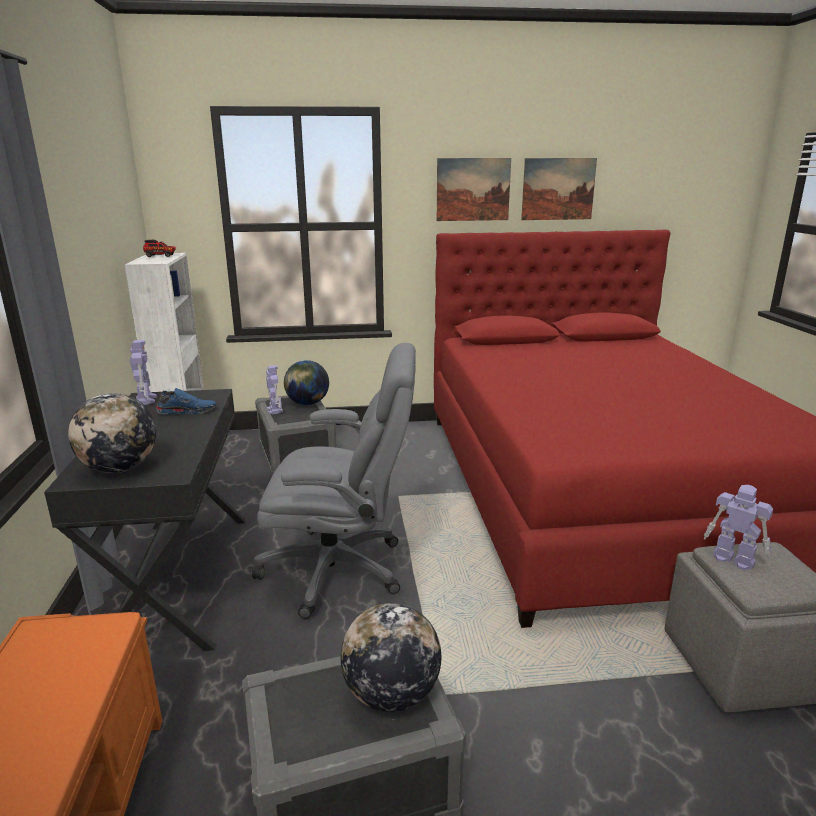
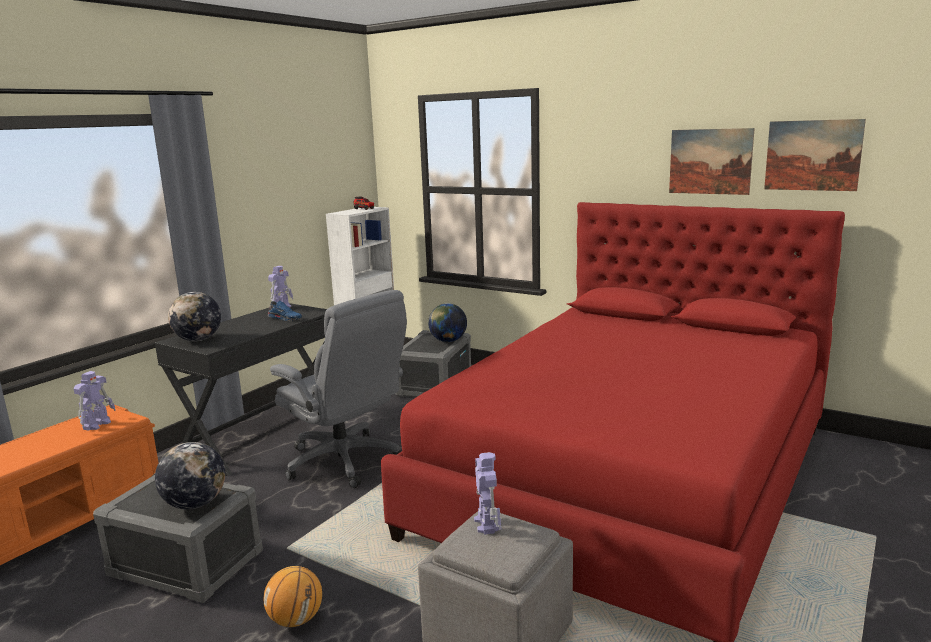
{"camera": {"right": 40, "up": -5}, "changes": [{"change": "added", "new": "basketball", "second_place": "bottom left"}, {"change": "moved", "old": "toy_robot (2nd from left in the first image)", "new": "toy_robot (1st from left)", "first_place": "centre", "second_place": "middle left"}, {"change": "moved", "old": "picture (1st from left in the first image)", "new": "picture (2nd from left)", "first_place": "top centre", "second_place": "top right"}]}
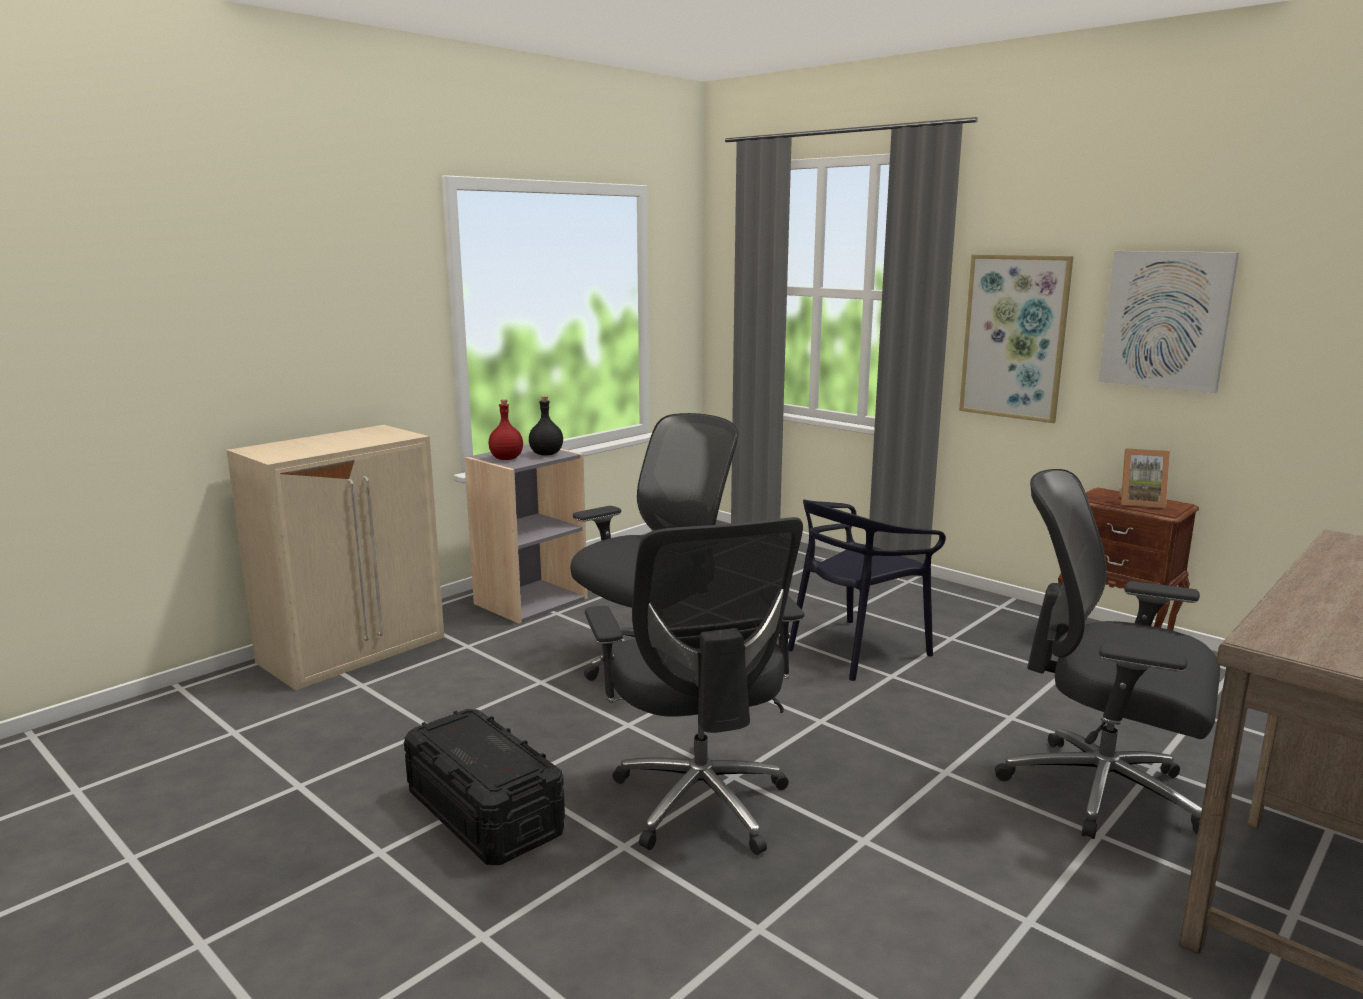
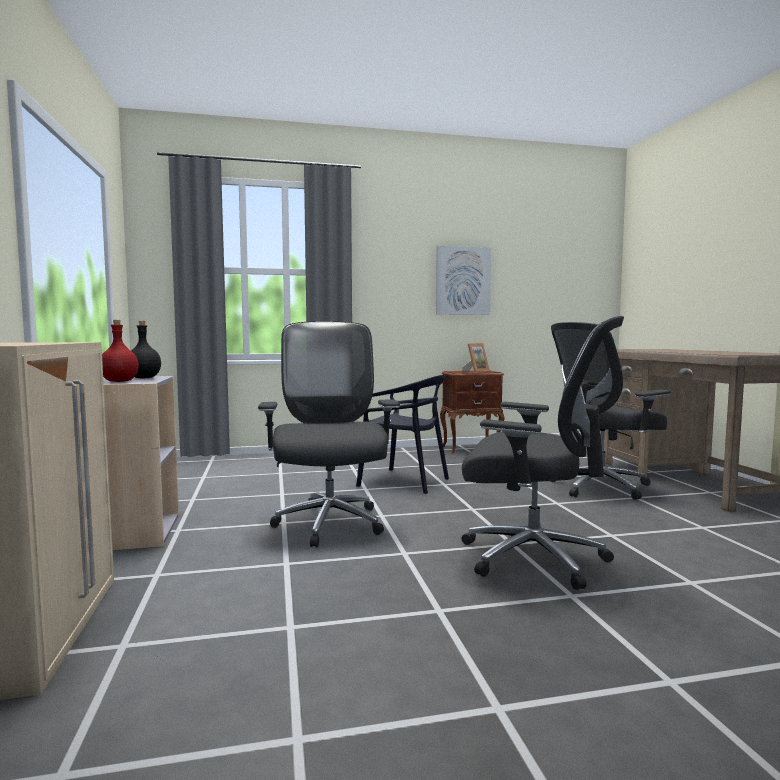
{"camera": {"right": -55, "up": -10}, "changes": [{"change": "removed", "old": "black_storage_box", "first_place": "bottom centre"}, {"change": "removed", "old": "picture (1st from left)", "first_place": "middle right"}, {"change": "turned", "old": "black_chair", "first_place": "centre", "second_place": "centre", "degrees": -60}]}
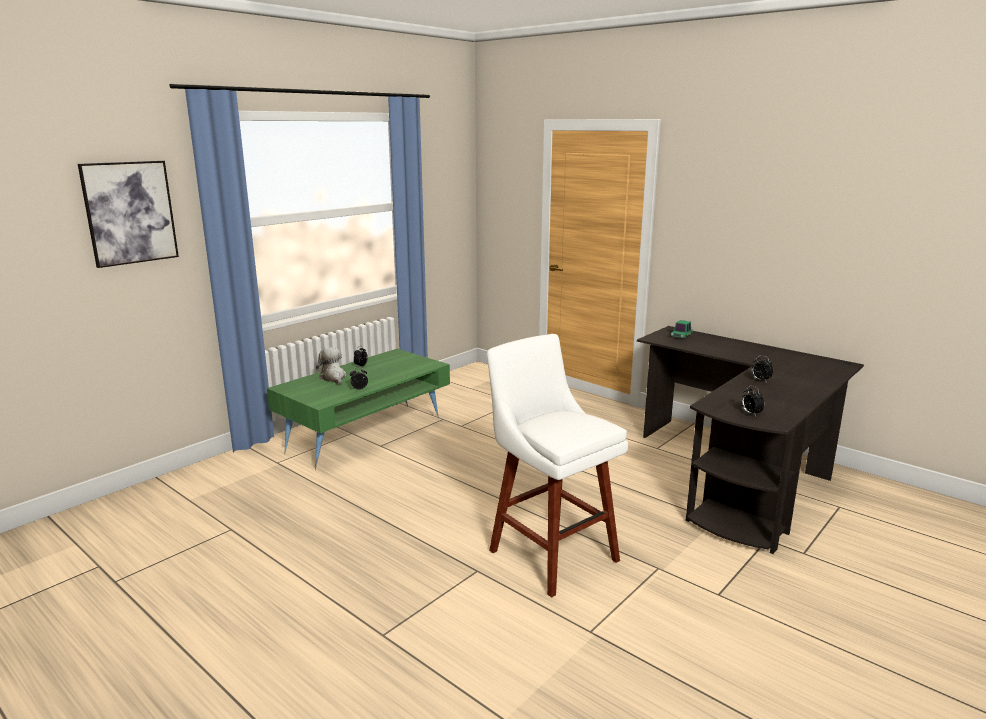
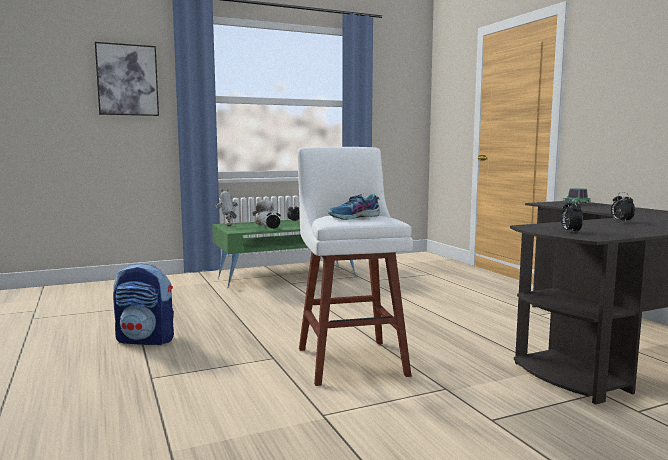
{"camera": {"right": 25, "up": -10}, "changes": [{"change": "added", "new": "backpack", "second_place": "middle left"}, {"change": "added", "new": "toy_robot", "second_place": "centre"}, {"change": "added", "new": "shoe", "second_place": "centre"}]}
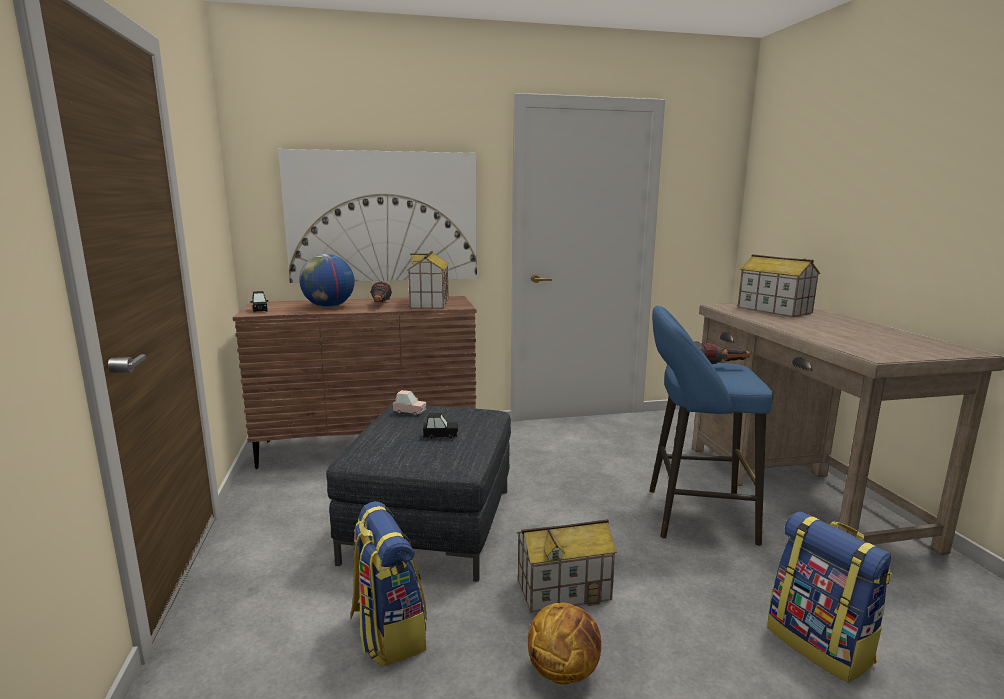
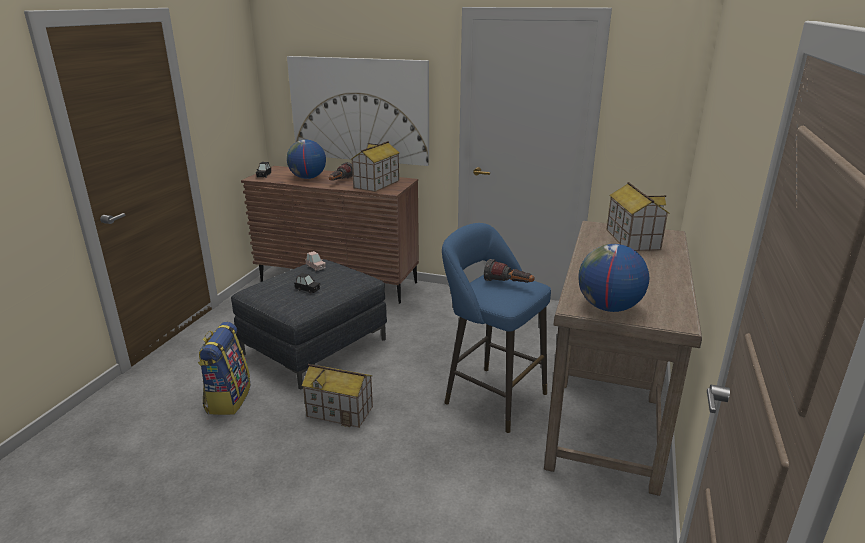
{"camera": {"right": 30, "up": 10}, "changes": [{"change": "removed", "old": "basketball", "first_place": "bottom centre"}, {"change": "removed", "old": "backpack (2nd from left)", "first_place": "bottom right"}, {"change": "added", "new": "globe (2nd from left)", "second_place": "middle right"}]}
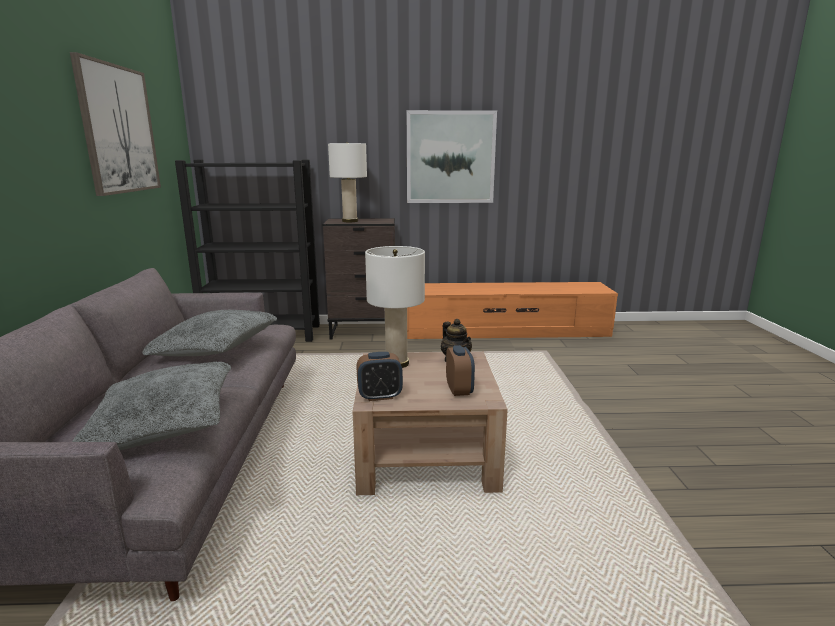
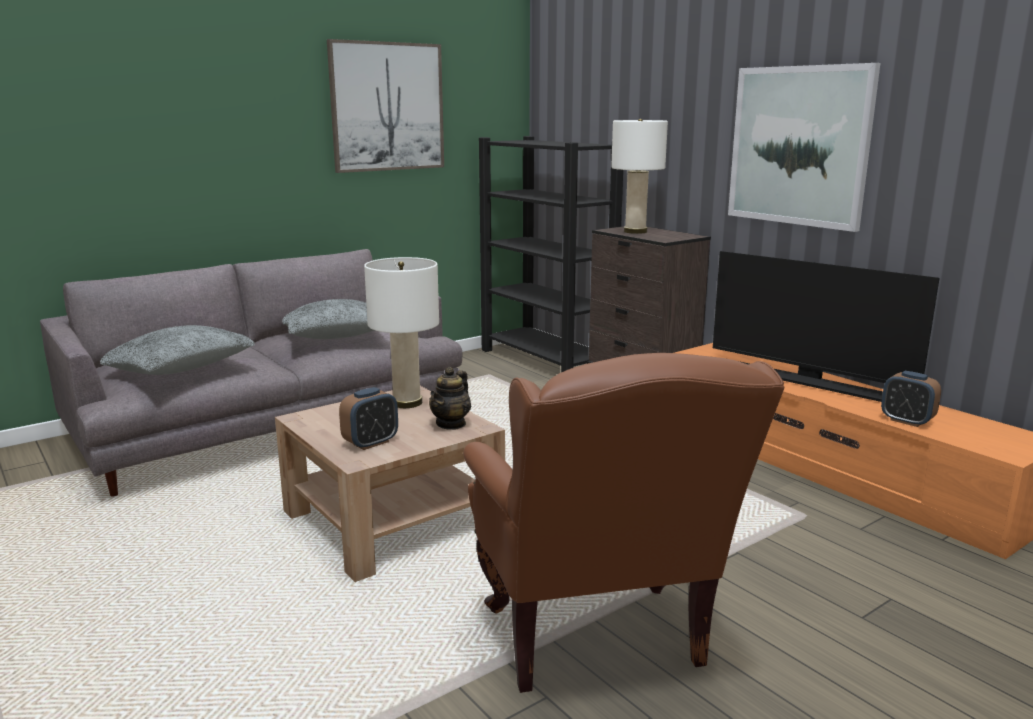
{"camera": {"right": 55, "up": 0}, "changes": [{"change": "added", "new": "brown_armchair", "second_place": "bottom centre"}, {"change": "added", "new": "television", "second_place": "middle right"}, {"change": "moved", "old": "alarm_clock (1st from left in the first image)", "new": "alarm_clock (2nd from left)", "first_place": "centre", "second_place": "middle right"}]}
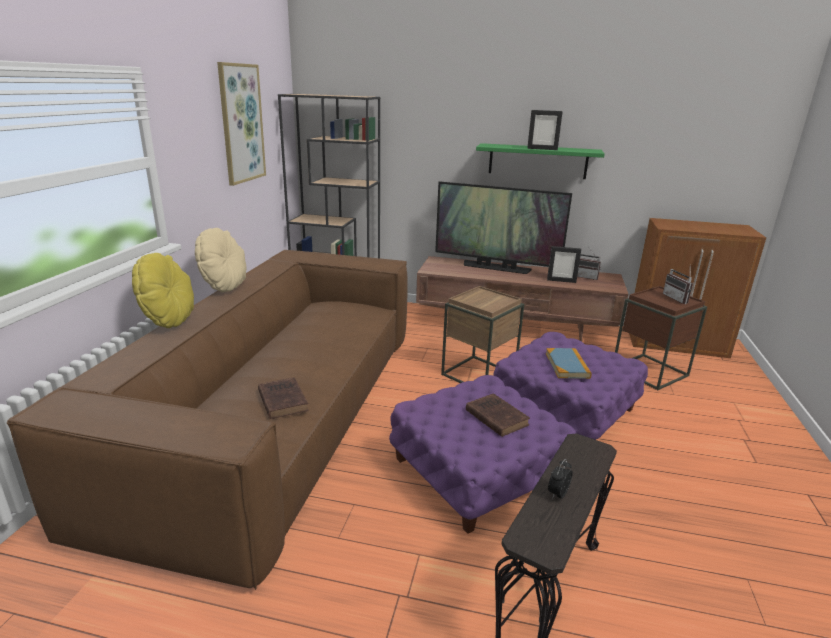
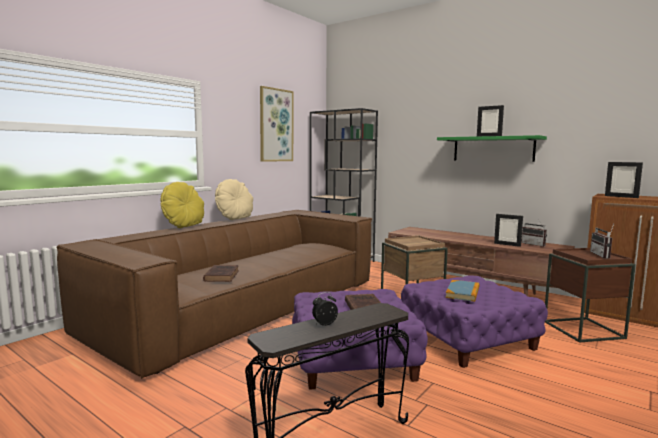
{"camera": {"right": 25, "up": -15}, "changes": [{"change": "removed", "old": "television", "first_place": "centre"}, {"change": "added", "new": "picture_frame (3rd from left)", "second_place": "middle right"}]}
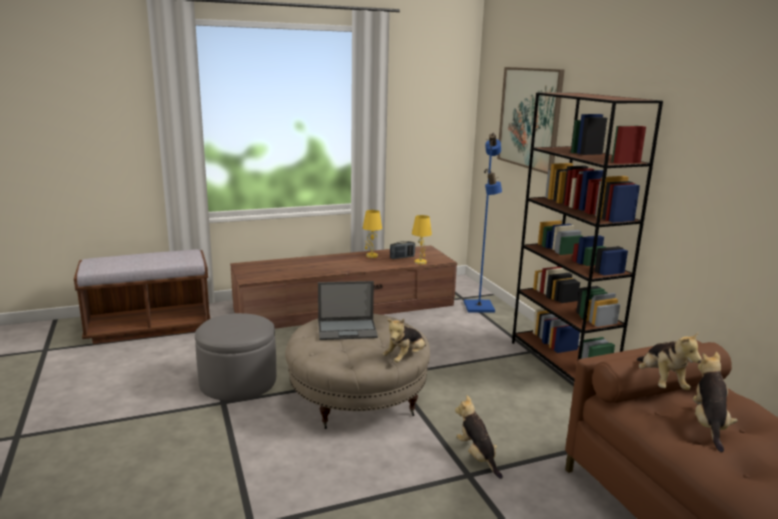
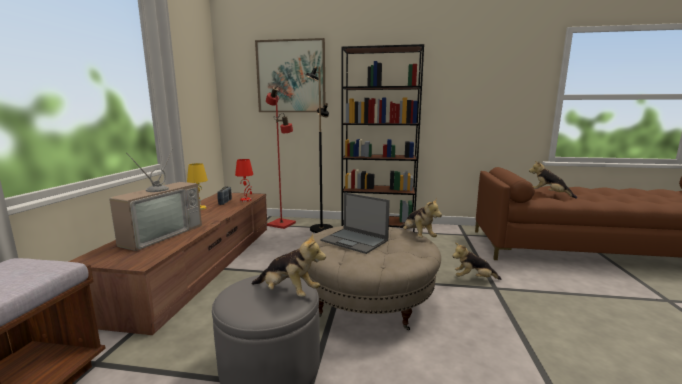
{"camera": {"right": -60, "up": -5}, "changes": [{"change": "added", "new": "television", "second_place": "middle left"}, {"change": "added", "new": "black_floor_lamp", "second_place": "centre"}, {"change": "moved", "old": "plush_toy (3rd from left in the first image)", "new": "plush_toy (1st from left)", "first_place": "bottom right", "second_place": "bottom centre"}, {"change": "recoloured", "old": "yellow_table_lamp (2nd from left)", "new": "red_table_lamp", "first_place": "centre", "second_place": "centre"}, {"change": "recoloured", "old": "blue_floor_lamp", "new": "red_floor_lamp", "first_place": "centre", "second_place": "centre"}, {"change": "turned", "old": "laptop", "first_place": "centre", "second_place": "centre", "degrees": 105}]}
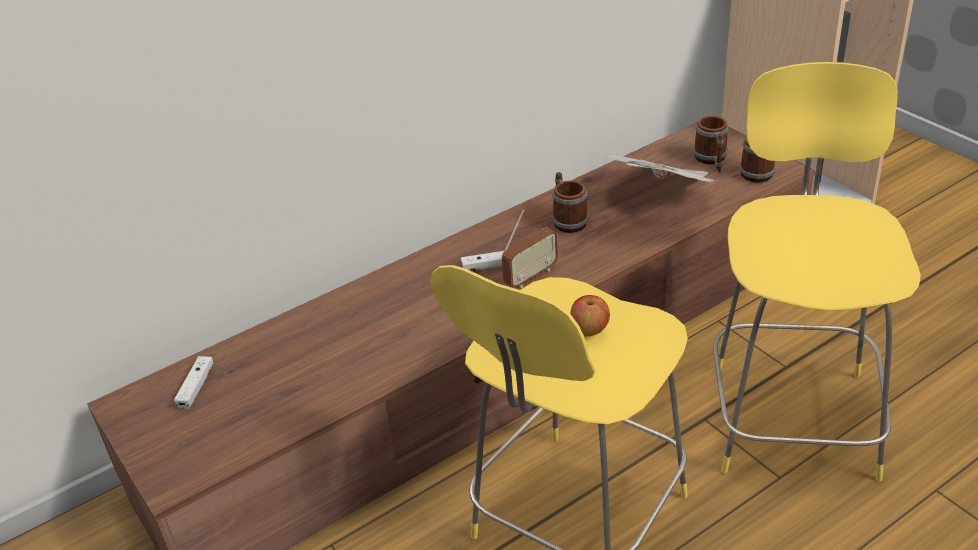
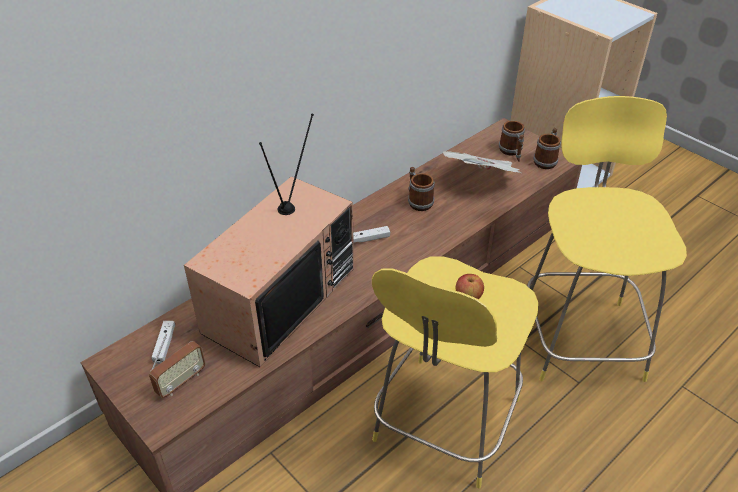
{"camera": {"right": -10, "up": 5}, "changes": [{"change": "added", "new": "television", "second_place": "centre"}, {"change": "moved", "old": "radio", "first_place": "centre", "second_place": "bottom left"}]}
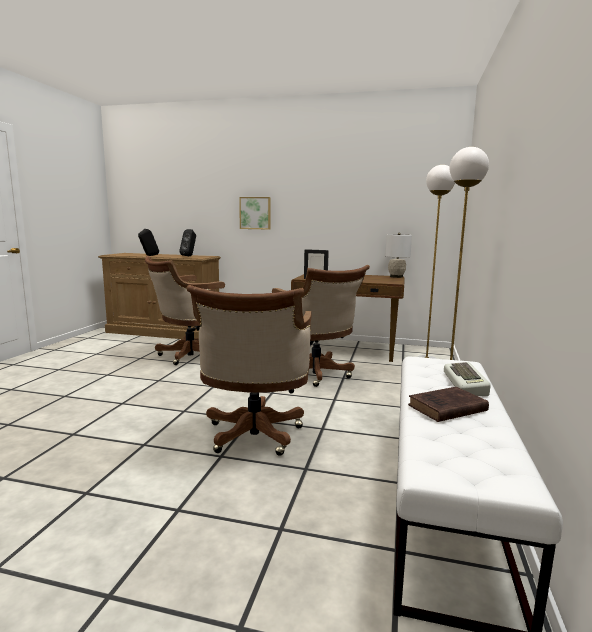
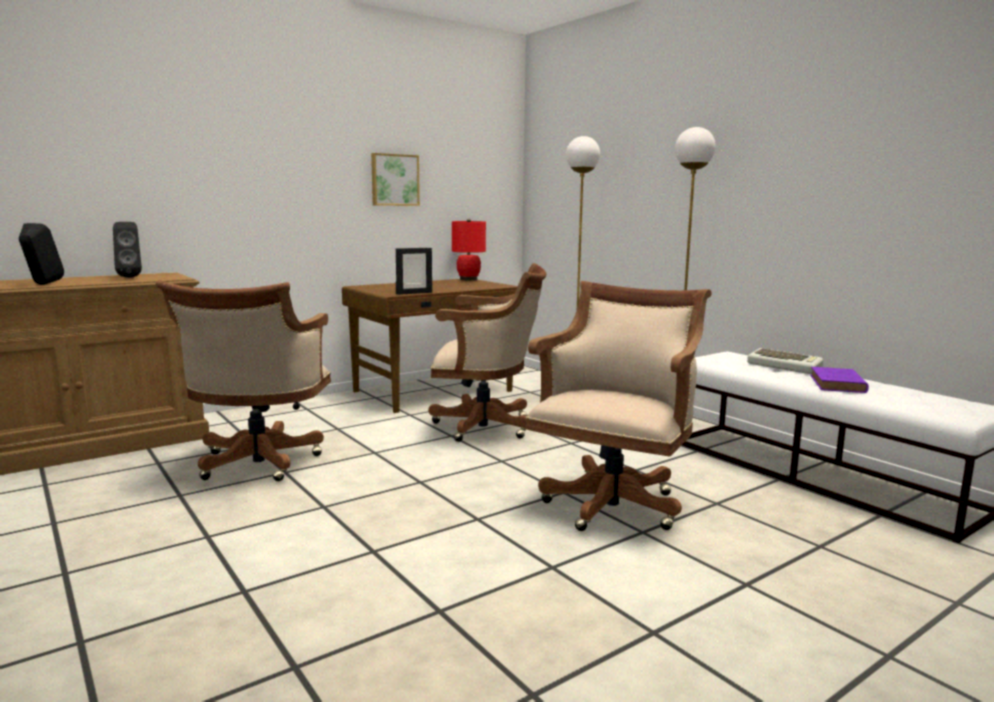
{"camera": {"right": -50, "up": 0}, "changes": [{"change": "moved", "old": "picture", "first_place": "centre", "second_place": "top centre"}, {"change": "recoloured", "old": "white_table_lamp", "new": "red_table_lamp", "first_place": "middle right", "second_place": "centre"}, {"change": "recoloured", "old": "brown_book", "new": "purple_book", "first_place": "middle right", "second_place": "middle right"}, {"change": "turned", "old": "office_chair (2nd from left in the first image)", "first_place": "centre", "second_place": "centre", "degrees": -105}]}
